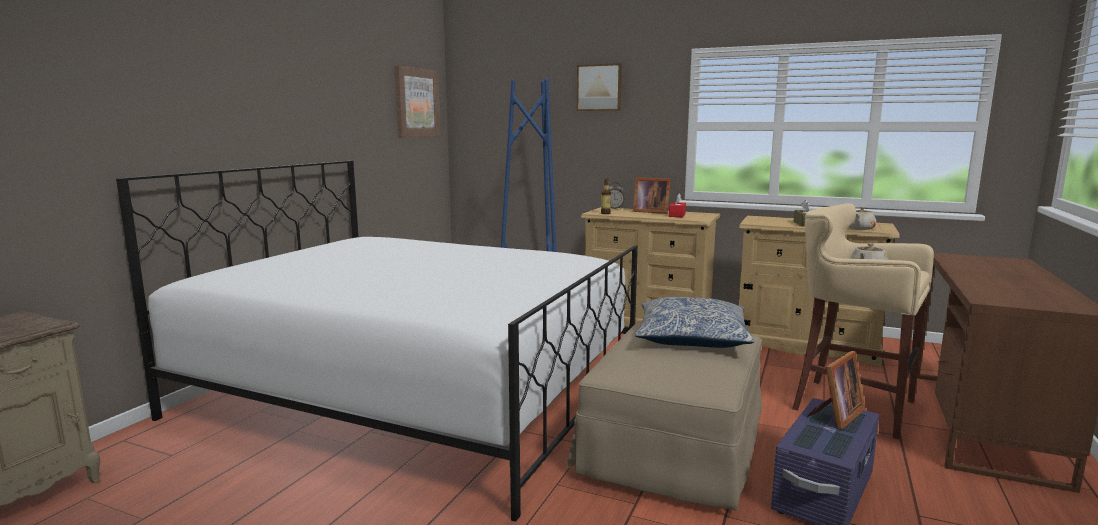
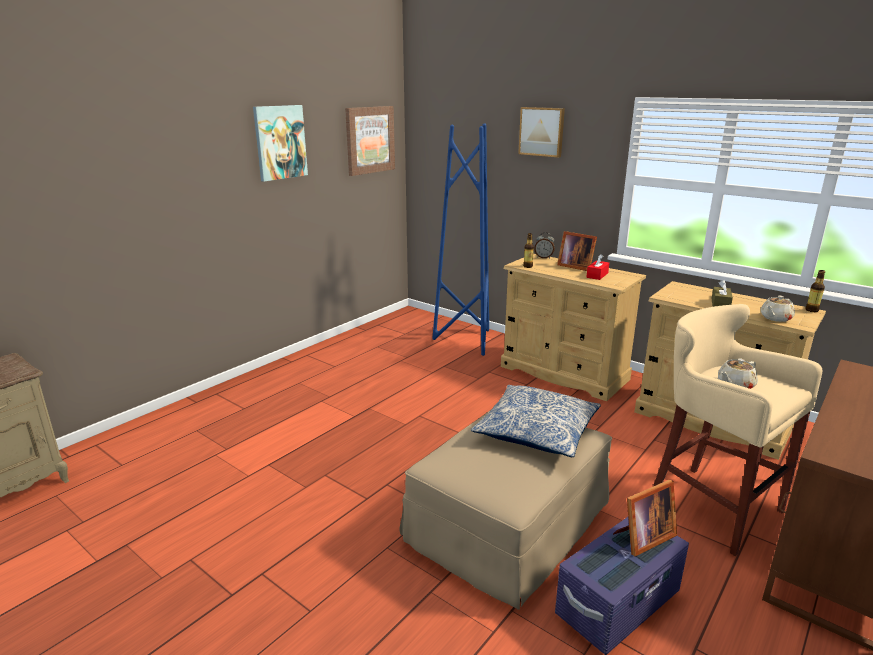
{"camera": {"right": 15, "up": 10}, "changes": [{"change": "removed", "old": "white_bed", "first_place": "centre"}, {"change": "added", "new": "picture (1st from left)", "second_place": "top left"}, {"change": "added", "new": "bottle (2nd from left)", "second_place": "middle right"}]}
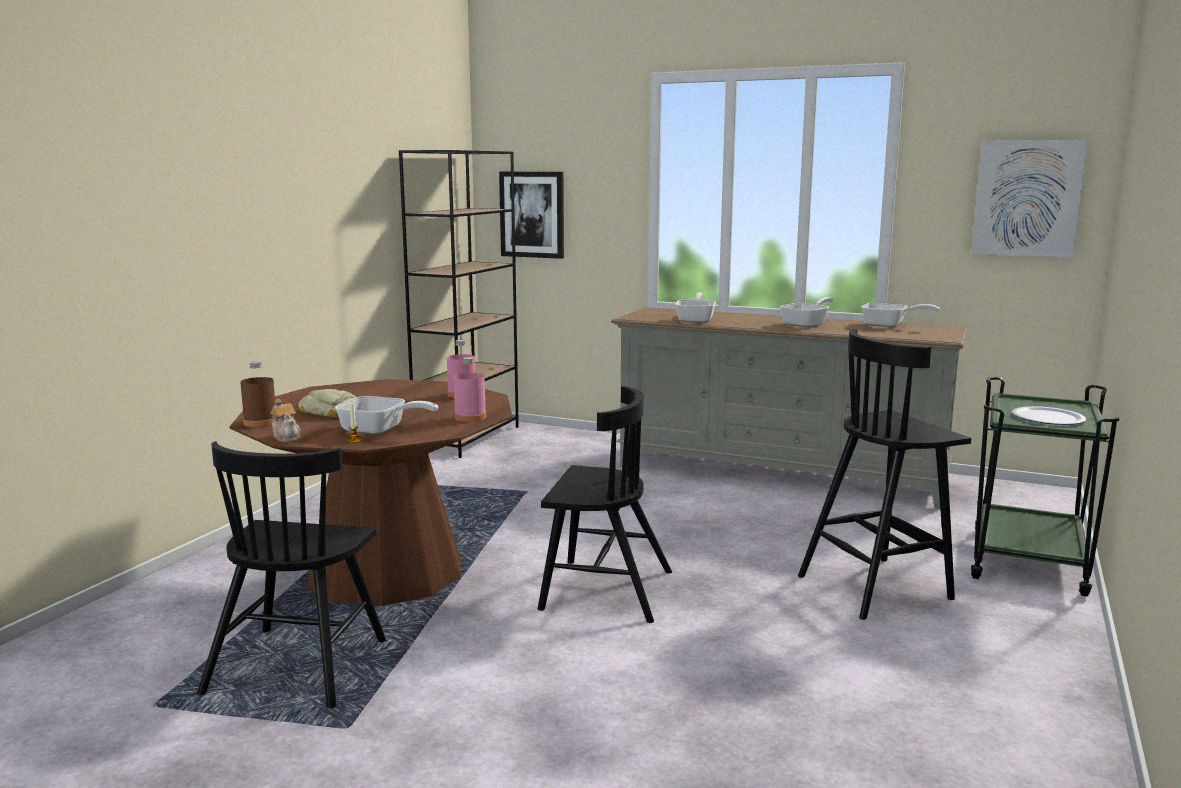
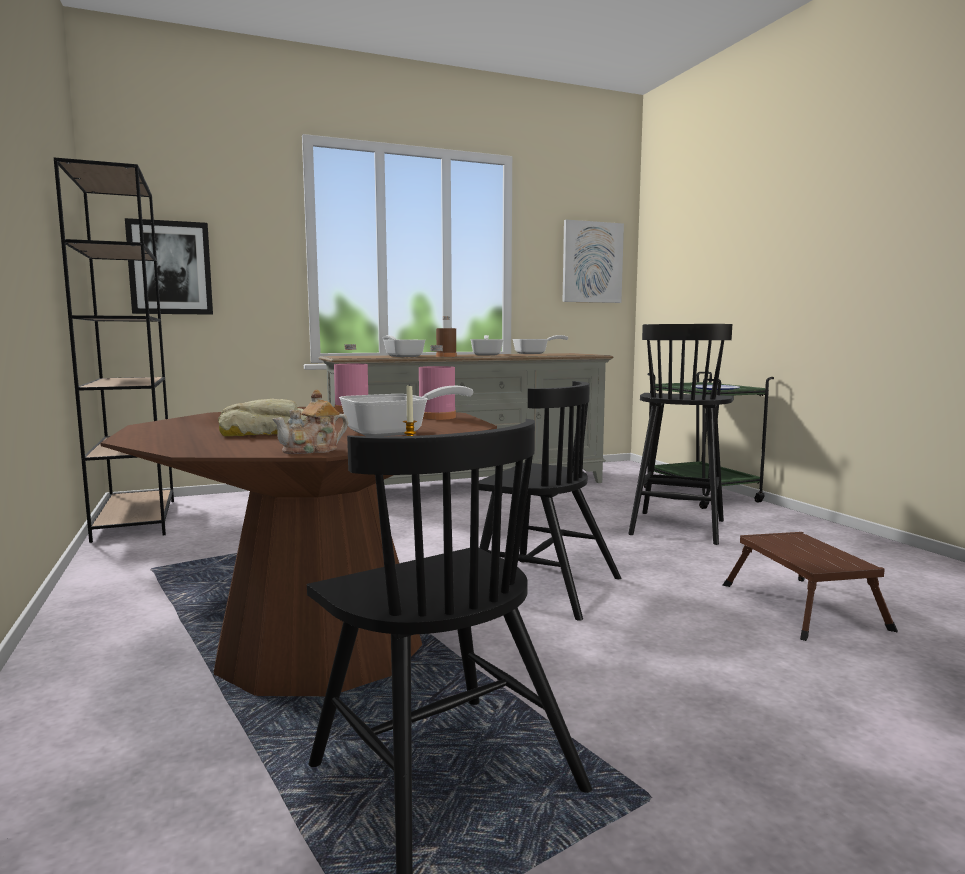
{"camera": {"right": -45, "up": -5}, "changes": [{"change": "added", "new": "brown_step_ladder", "second_place": "bottom right"}, {"change": "moved", "old": "brown_bottle", "first_place": "middle left", "second_place": "centre"}, {"change": "turned", "old": "teapot", "first_place": "middle left", "second_place": "middle left", "degrees": 135}, {"change": "turned", "old": "black_chair (2nd from left)", "first_place": "centre", "second_place": "centre", "degrees": 60}]}
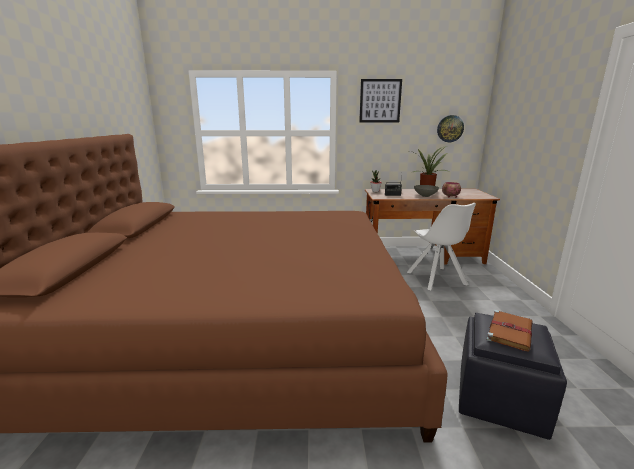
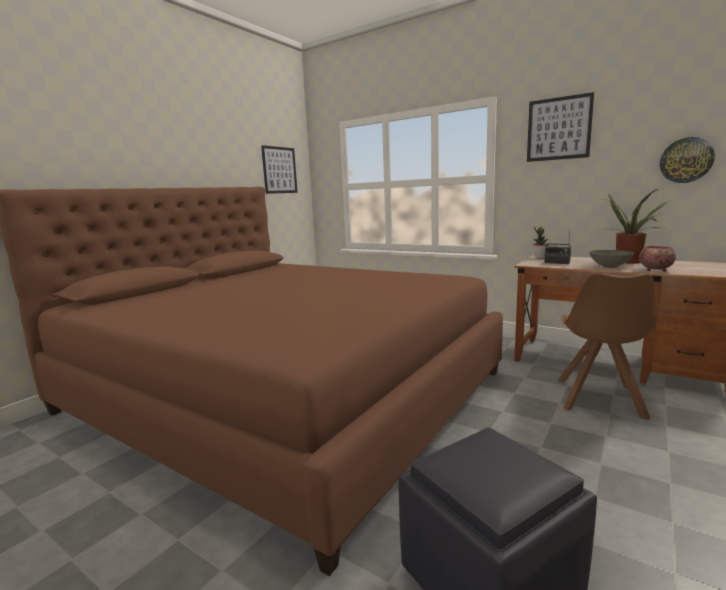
{"camera": {"right": 35, "up": -5}, "changes": [{"change": "removed", "old": "brown_book", "first_place": "bottom right"}, {"change": "added", "new": "picture (1st from left)", "second_place": "top centre"}, {"change": "recoloured", "old": "white_chair", "new": "brown_chair", "first_place": "middle right", "second_place": "middle right"}]}
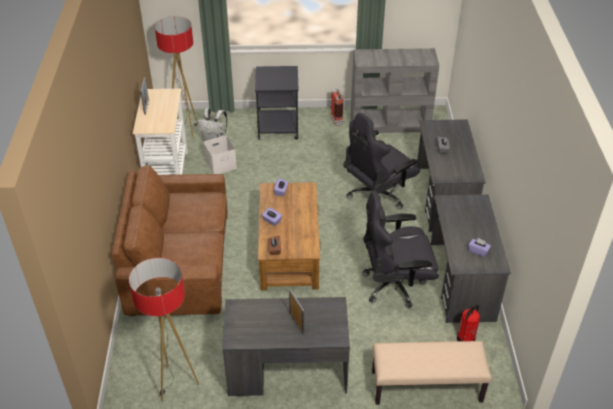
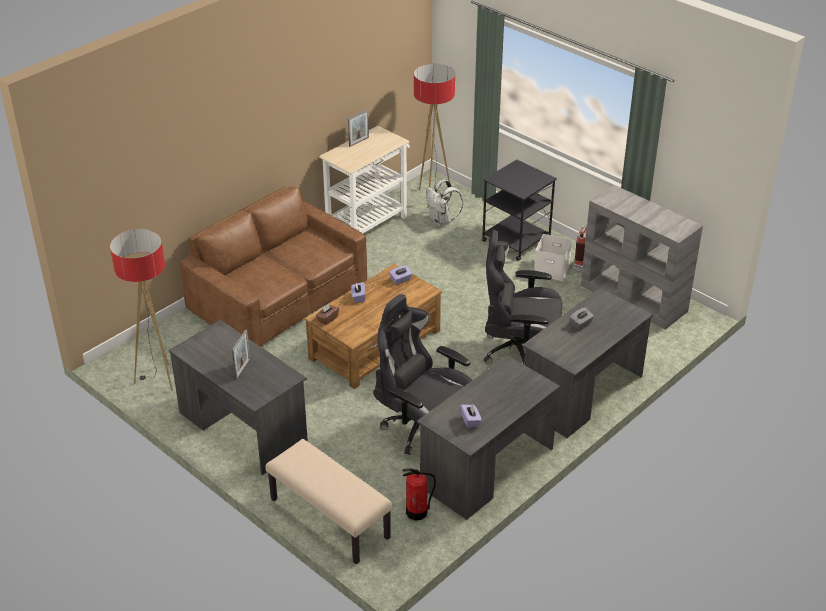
{"camera": {"right": 45, "up": -5}, "changes": [{"change": "moved", "old": "white_storage_box", "first_place": "centre", "second_place": "middle right"}]}
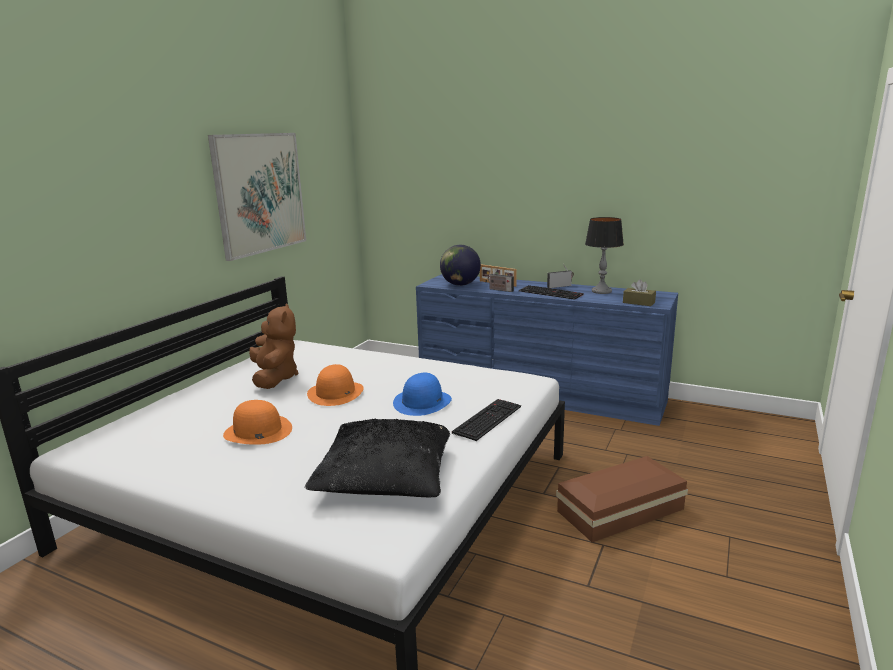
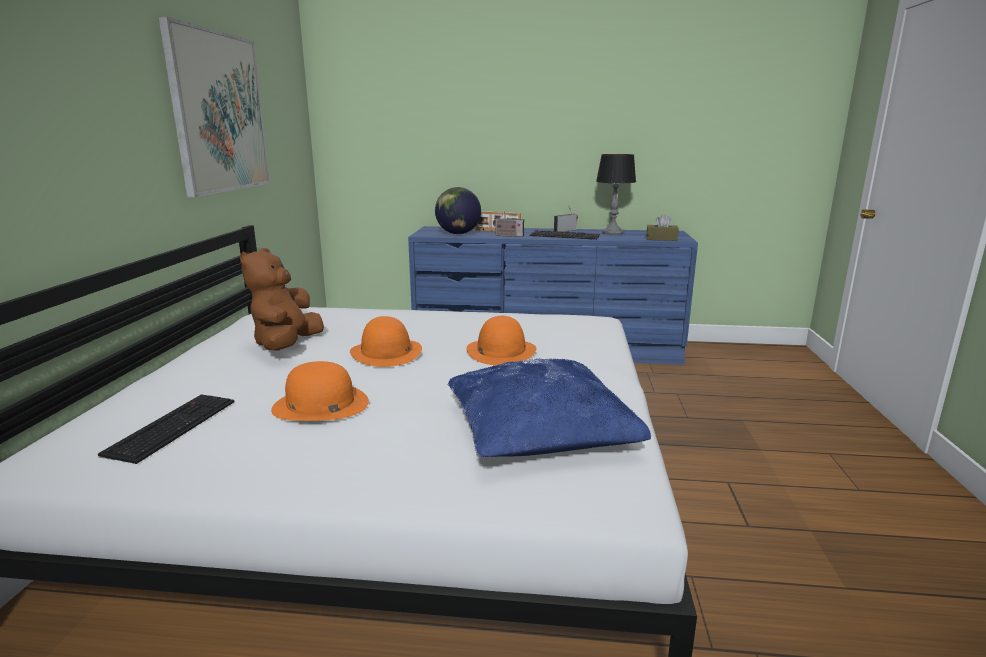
{"camera": {"right": -20, "up": 0}, "changes": [{"change": "removed", "old": "brown_storage_box", "first_place": "bottom right"}, {"change": "moved", "old": "keyboard (1st from left)", "first_place": "centre", "second_place": "middle left"}, {"change": "recoloured", "old": "black_pillow", "new": "blue_pillow", "first_place": "bottom centre", "second_place": "centre"}, {"change": "recoloured", "old": "blue_hat", "new": "orange_hat (3rd from left)", "first_place": "centre", "second_place": "centre"}, {"change": "turned", "old": "brown_plush_toy", "first_place": "middle left", "second_place": "middle left", "degrees": -135}]}
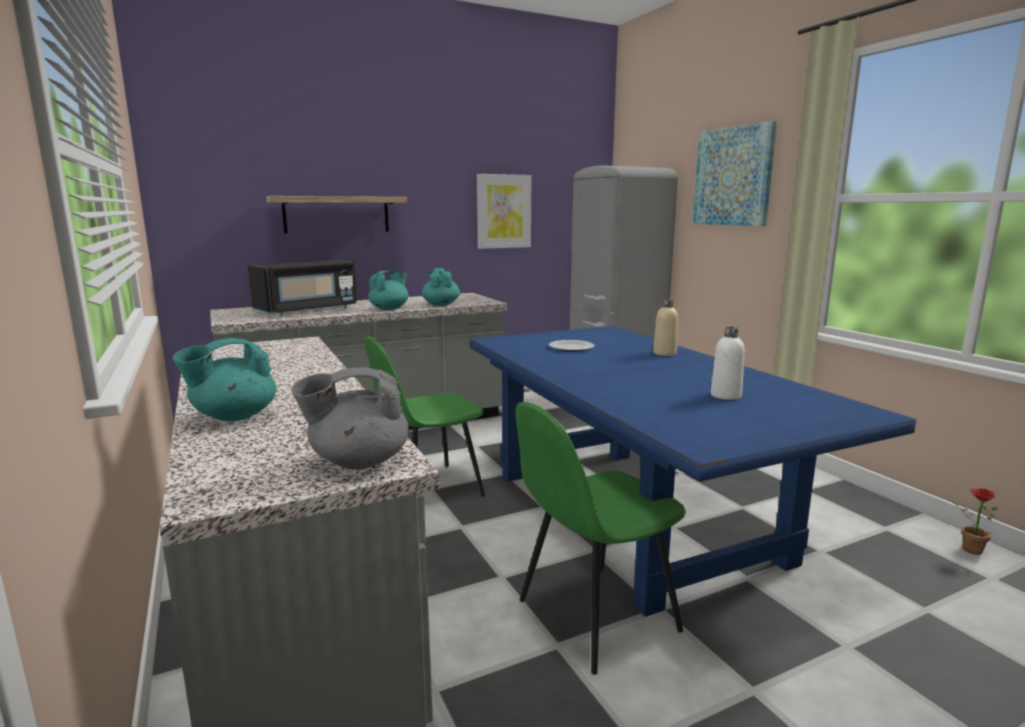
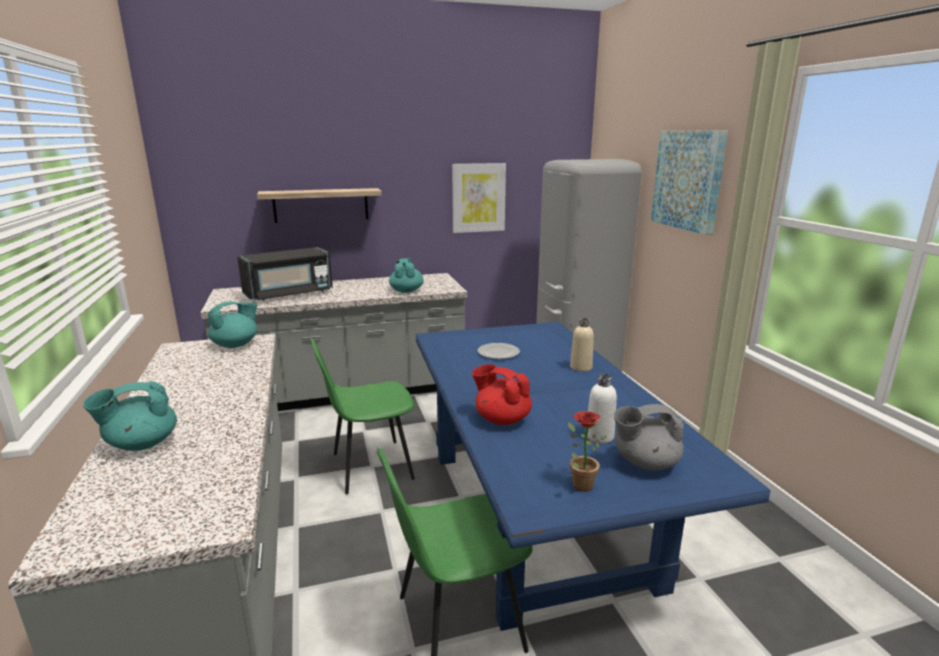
{"camera": {"right": 10, "up": 5}, "changes": [{"change": "added", "new": "red_teapot", "second_place": "centre"}, {"change": "moved", "old": "grey_teapot", "first_place": "centre", "second_place": "middle right"}, {"change": "moved", "old": "turquoise_teapot (2nd from left)", "first_place": "centre", "second_place": "middle left"}, {"change": "moved", "old": "potted_plant", "first_place": "bottom right", "second_place": "bottom centre"}]}
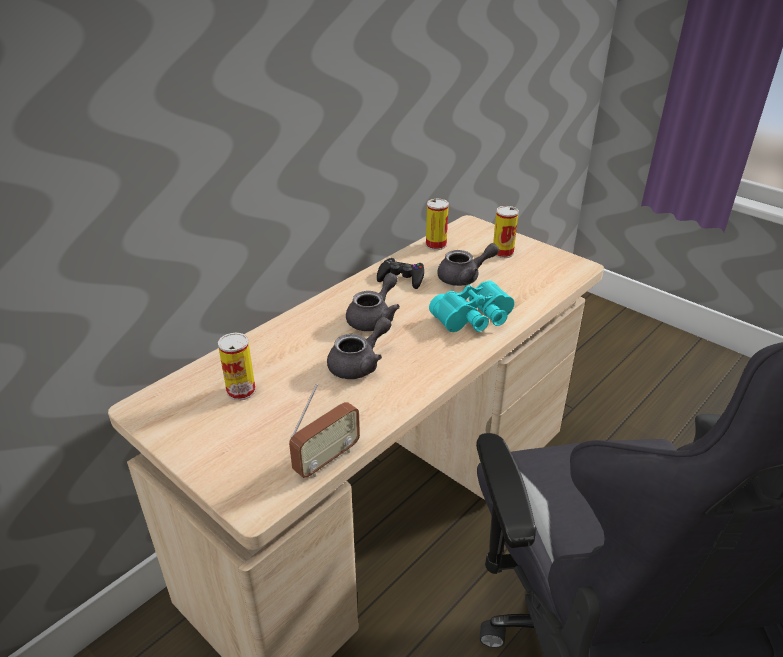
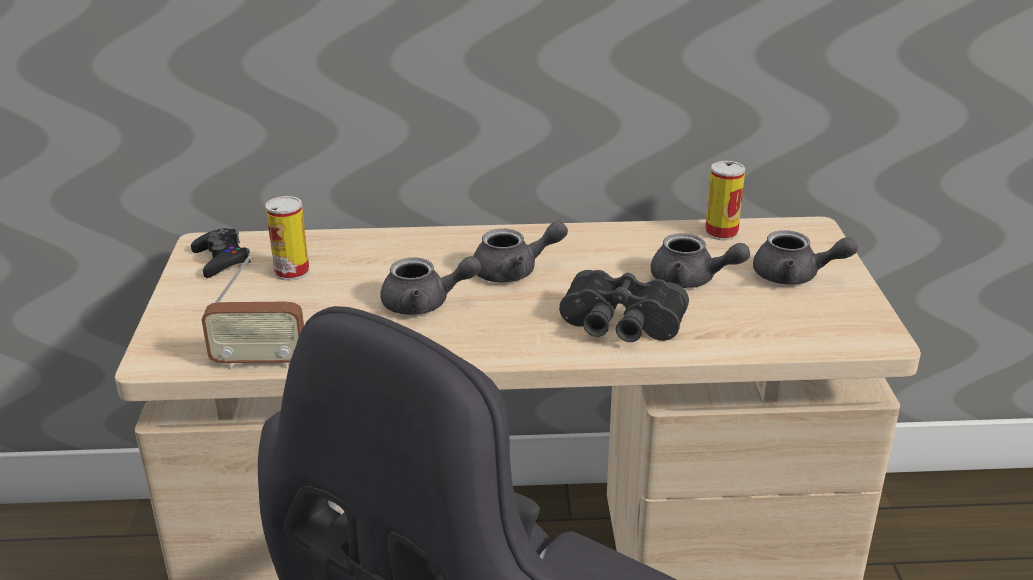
{"camera": {"right": 45, "up": -5}, "changes": [{"change": "moved", "old": "black_game_controller", "first_place": "centre", "second_place": "middle left"}, {"change": "replaced", "old": "can (3rd from left)", "new": "grey_teapot (4th from left)", "first_place": "centre", "second_place": "middle right"}, {"change": "recoloured", "old": "turquoise_binoculars", "new": "black_binoculars", "first_place": "centre", "second_place": "centre"}]}
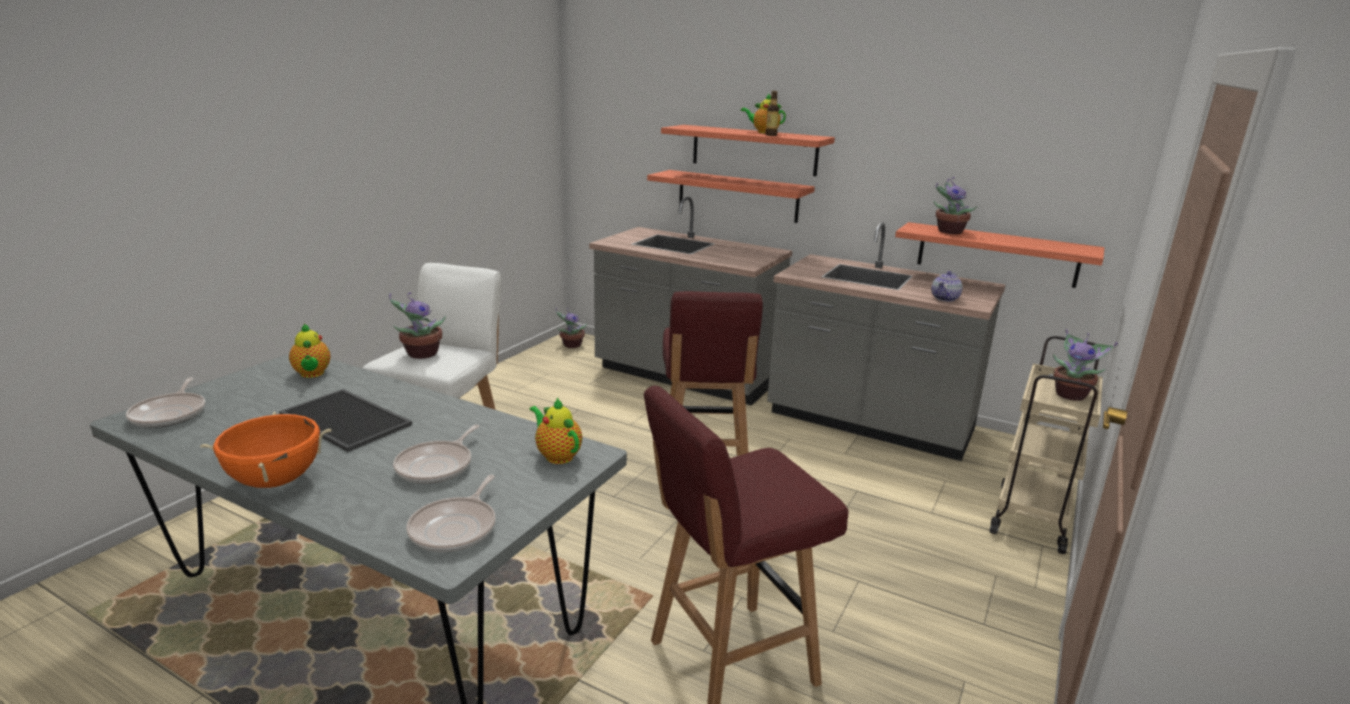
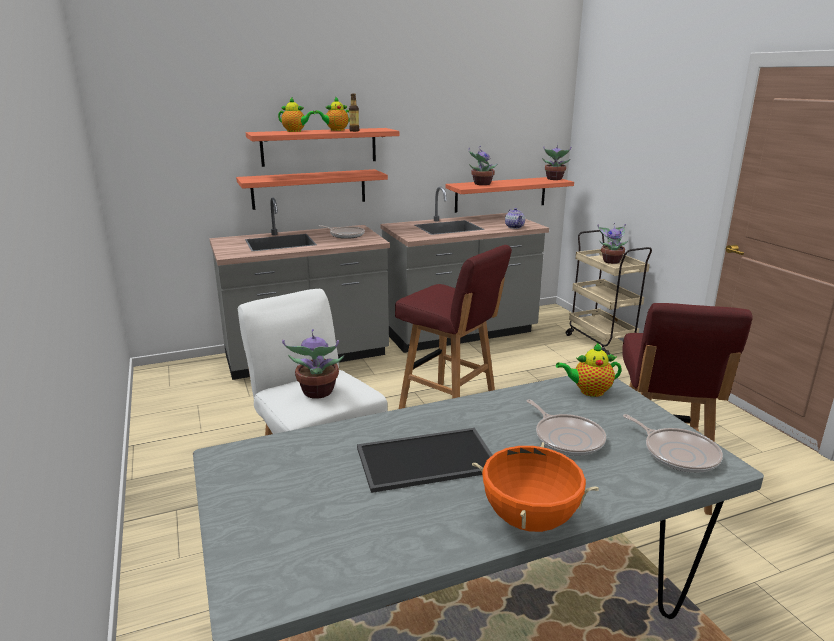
{"camera": {"right": -50, "up": 0}, "changes": [{"change": "moved", "old": "frying_pan (1st from left)", "first_place": "middle left", "second_place": "centre"}, {"change": "moved", "old": "teapot (1st from left)", "first_place": "middle left", "second_place": "top centre"}, {"change": "moved", "old": "potted_plant (2nd from left in the first image)", "new": "potted_plant (3rd from left)", "first_place": "centre", "second_place": "top right"}]}
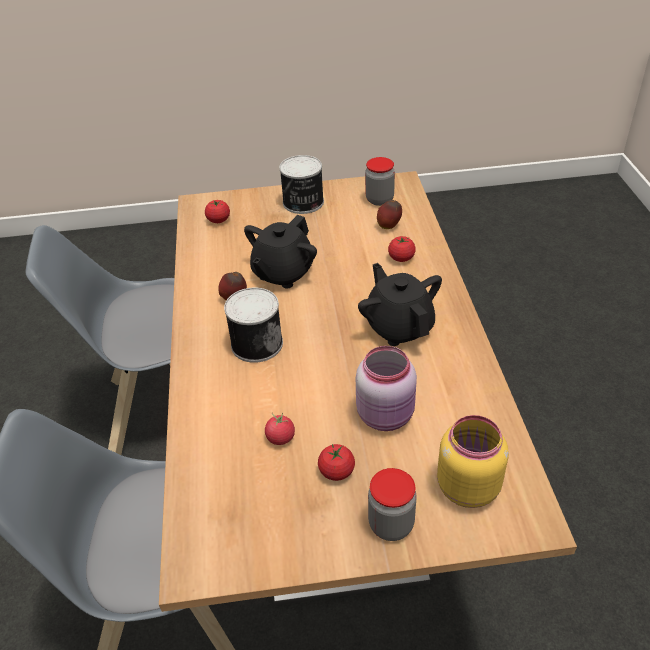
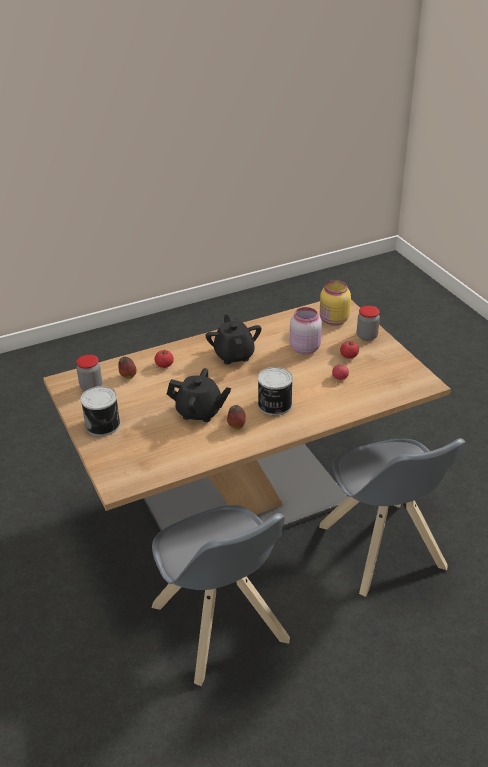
{"camera": {"right": -110, "up": -5}, "changes": [{"change": "removed", "old": "tomato (1st from left)", "first_place": "top centre"}, {"change": "turned", "old": "black_teapot (2nd from left)", "first_place": "centre", "second_place": "centre", "degrees": 120}]}
